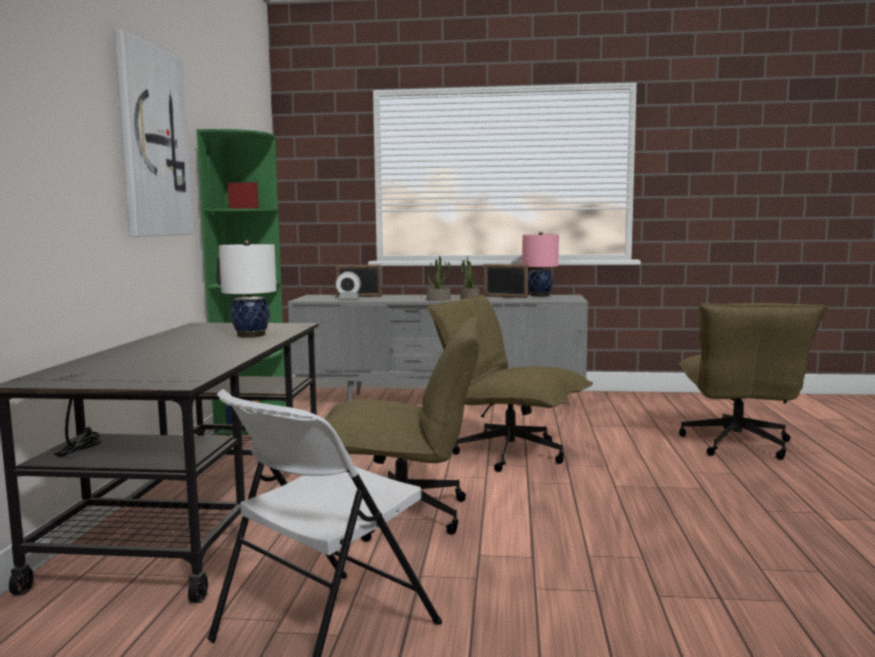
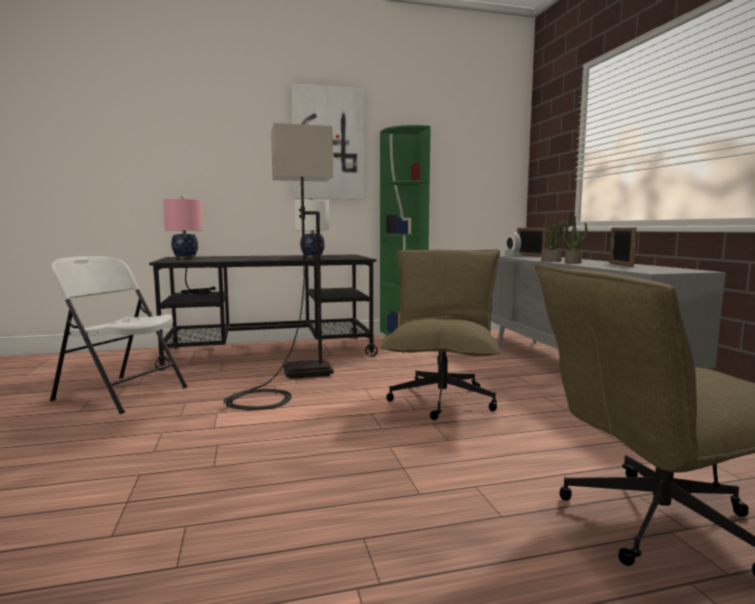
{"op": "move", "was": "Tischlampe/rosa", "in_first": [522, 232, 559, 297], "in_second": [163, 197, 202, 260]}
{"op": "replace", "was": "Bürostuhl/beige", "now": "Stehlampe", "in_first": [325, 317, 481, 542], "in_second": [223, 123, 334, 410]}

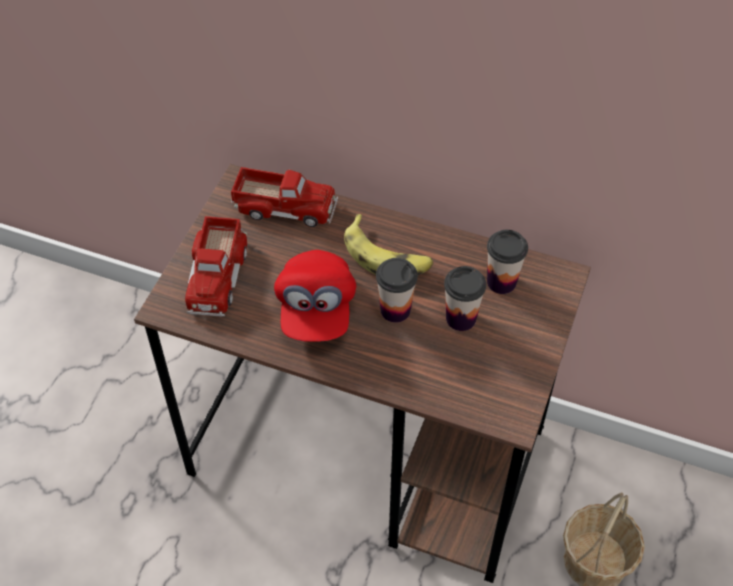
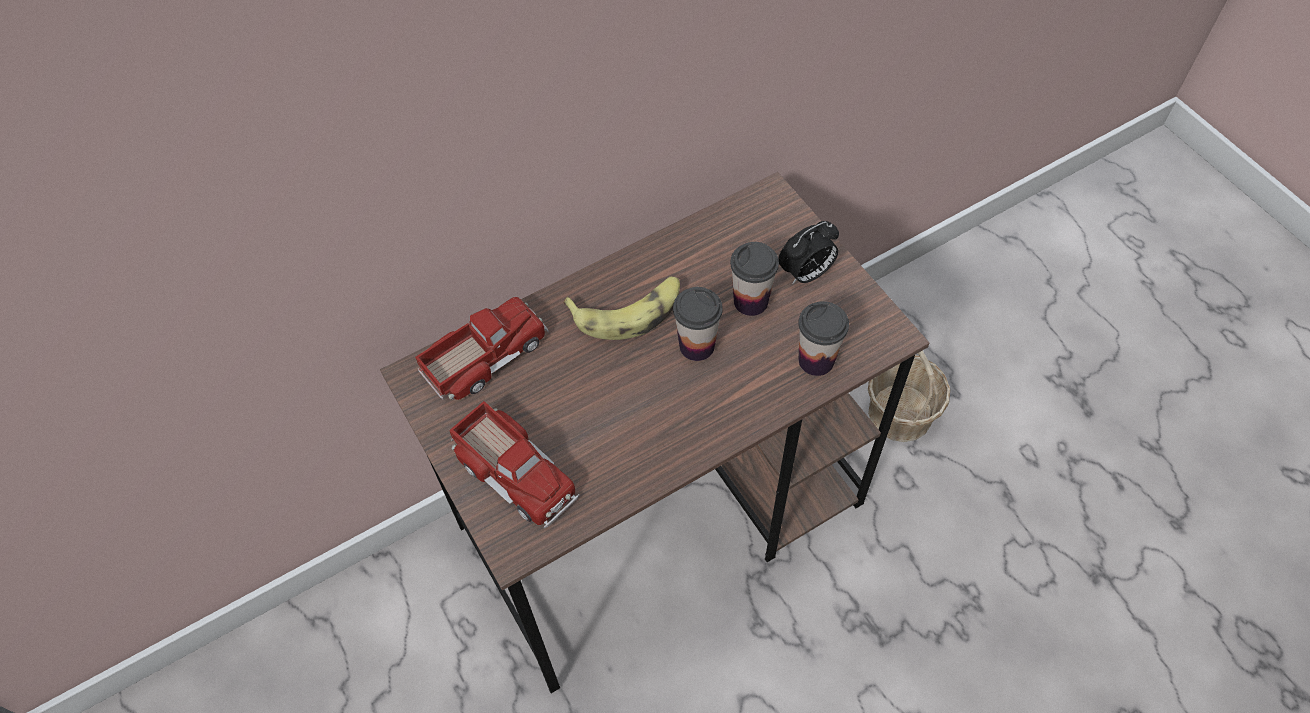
{"op": "insert", "now": "Wecker", "in_second": [778, 221, 839, 285]}
{"op": "move", "was": "Tasse", "in_first": [487, 230, 528, 294], "in_second": [798, 301, 849, 376]}
{"op": "delete", "was": "Kappe/rot", "in_first": [274, 250, 356, 342]}

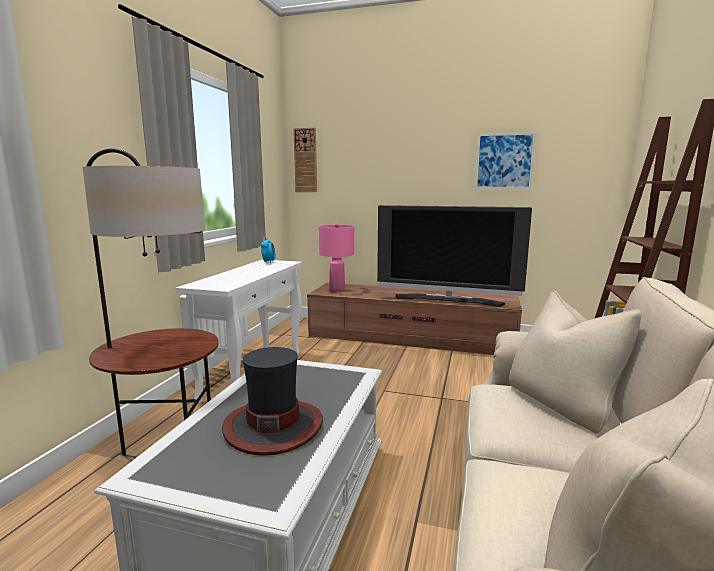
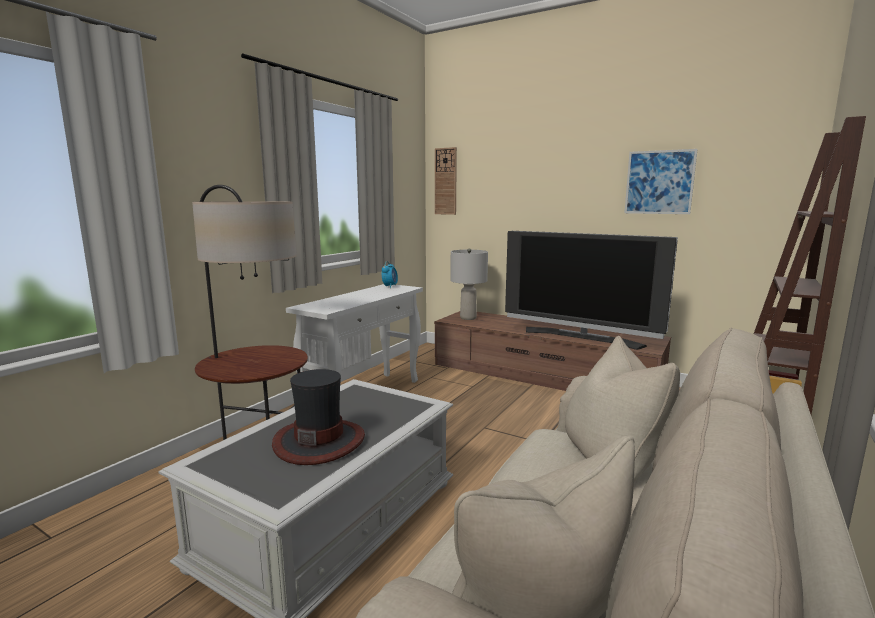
{"op": "recolor", "was": "Tischlampe/rosa", "now": "Tischlampe/grau", "in_first": [319, 223, 354, 291], "in_second": [450, 248, 488, 320]}

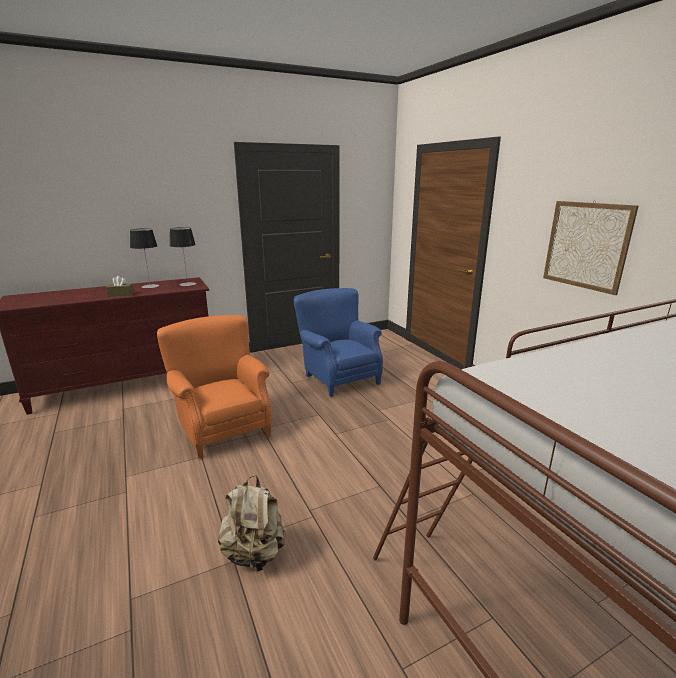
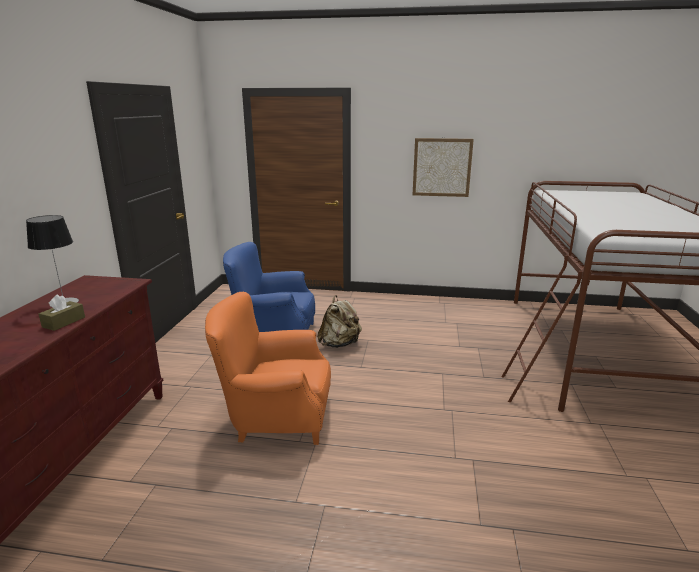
{"op": "move", "was": "Rucksack/beige", "in_first": [218, 475, 285, 571], "in_second": [317, 295, 362, 348]}
{"op": "delete", "was": "Tischlampe", "in_first": [170, 227, 196, 286]}

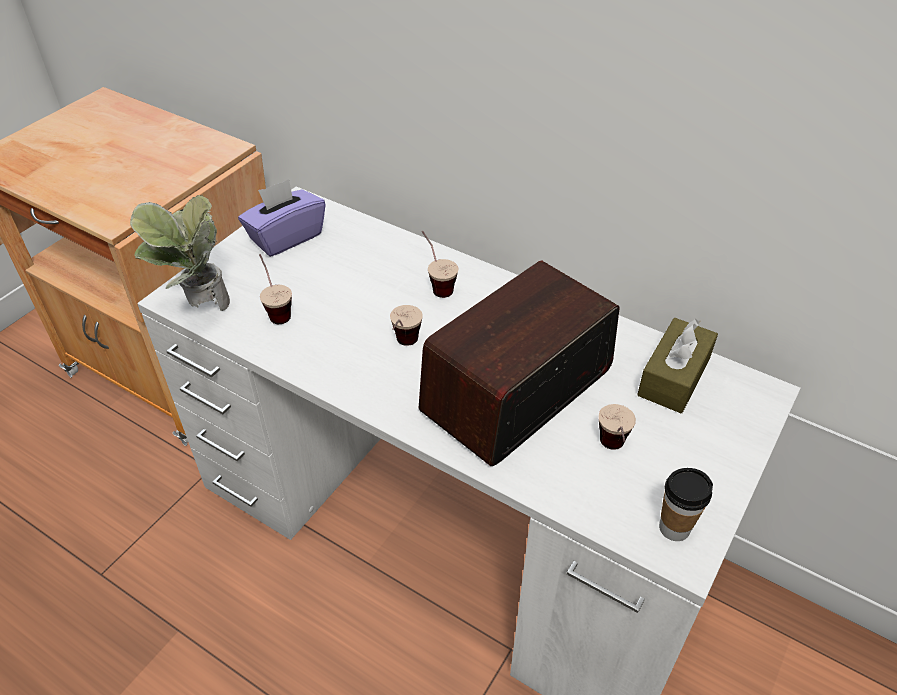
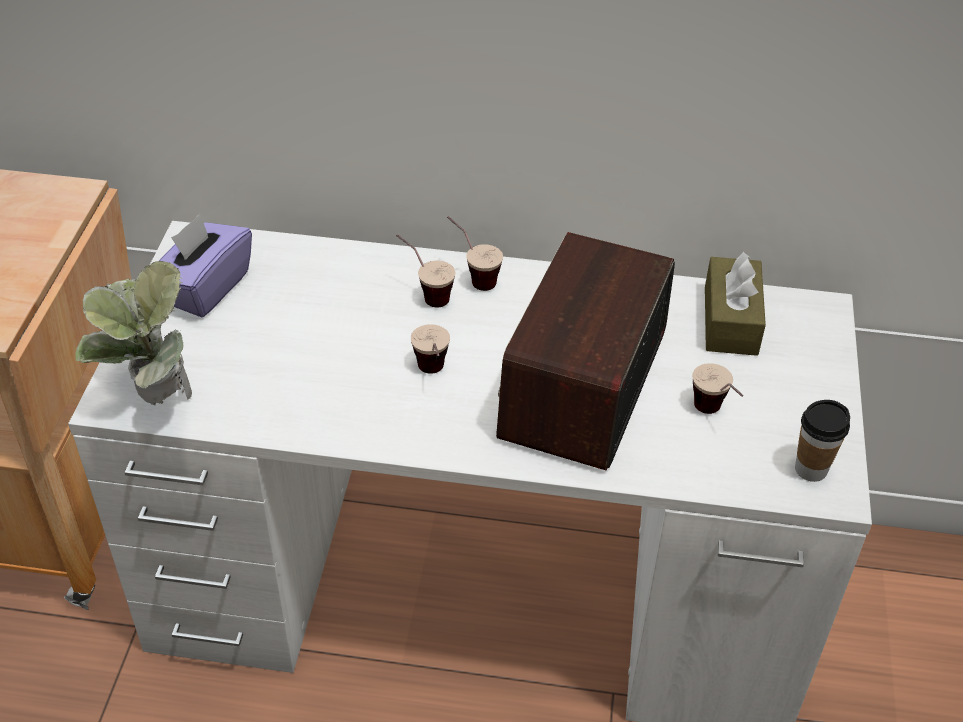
{"op": "move", "was": "Tasse", "in_first": [259, 254, 292, 324], "in_second": [447, 216, 503, 291]}

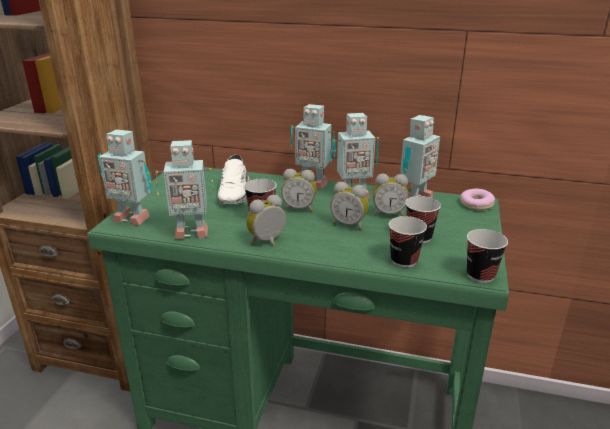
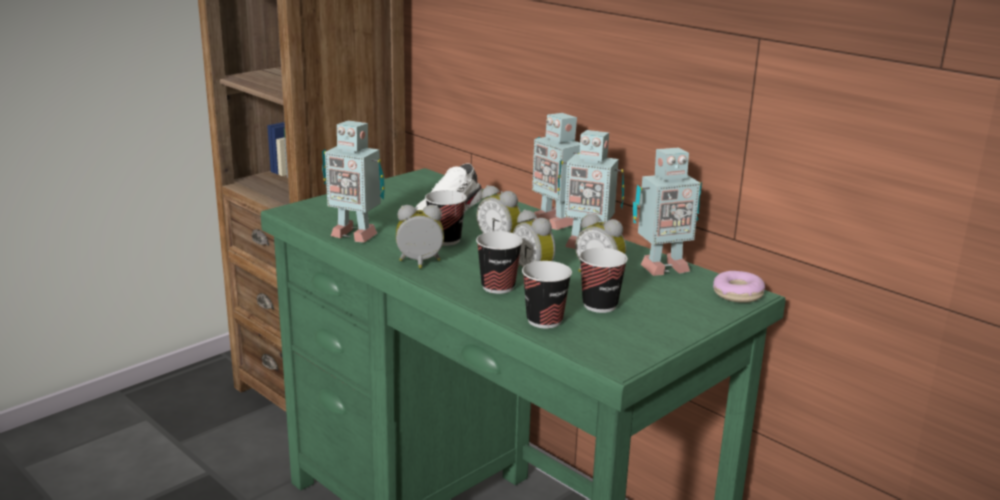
{"op": "move", "was": "Tasse", "in_first": [467, 229, 508, 283], "in_second": [476, 231, 523, 294]}
{"op": "delete", "was": "Spielzeugroboter", "in_first": [98, 129, 152, 225]}

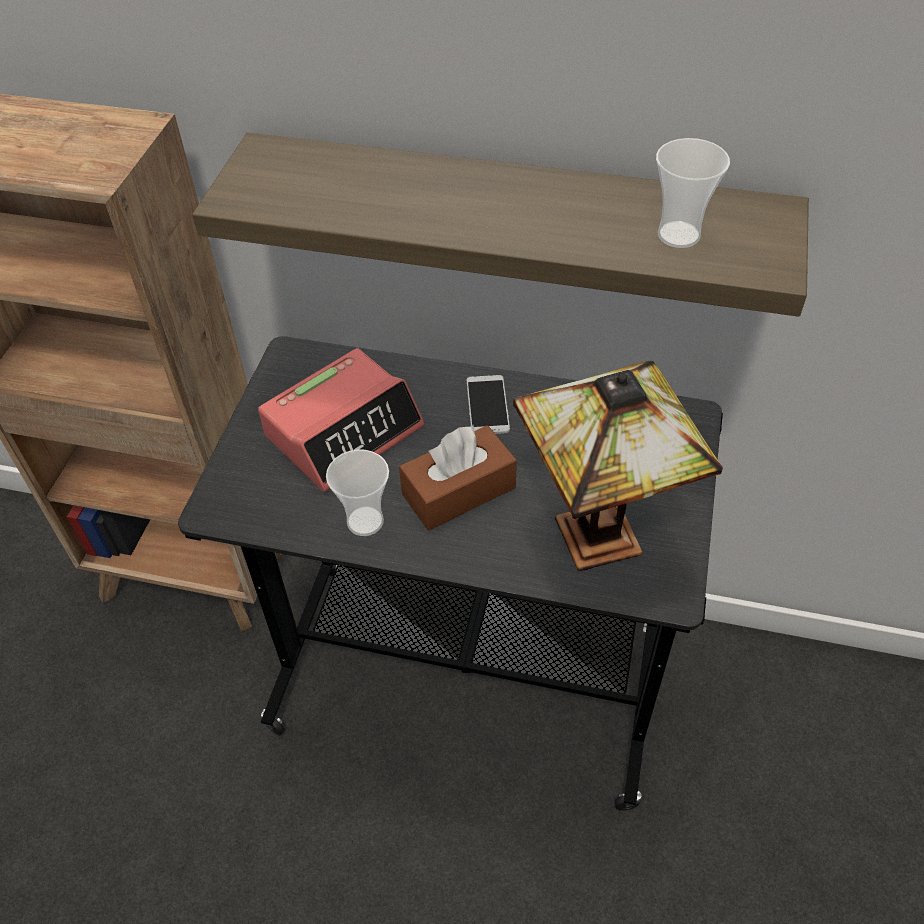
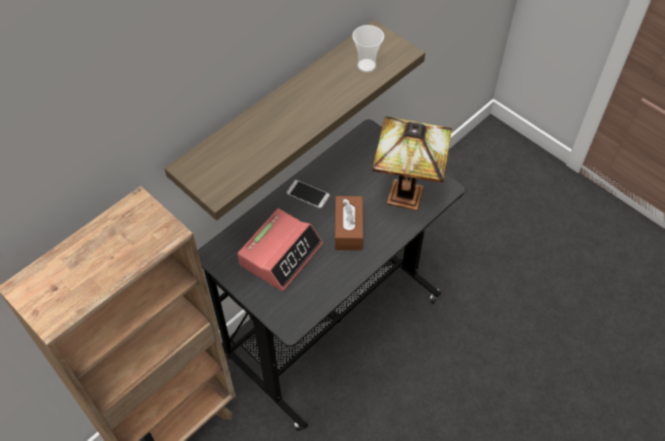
{"op": "rotate", "was": "Wecker", "in_first": [258, 348, 424, 492], "in_second": [238, 209, 323, 291], "clockwise": 45}
{"op": "delete", "was": "Tasse", "in_first": [326, 449, 389, 536]}

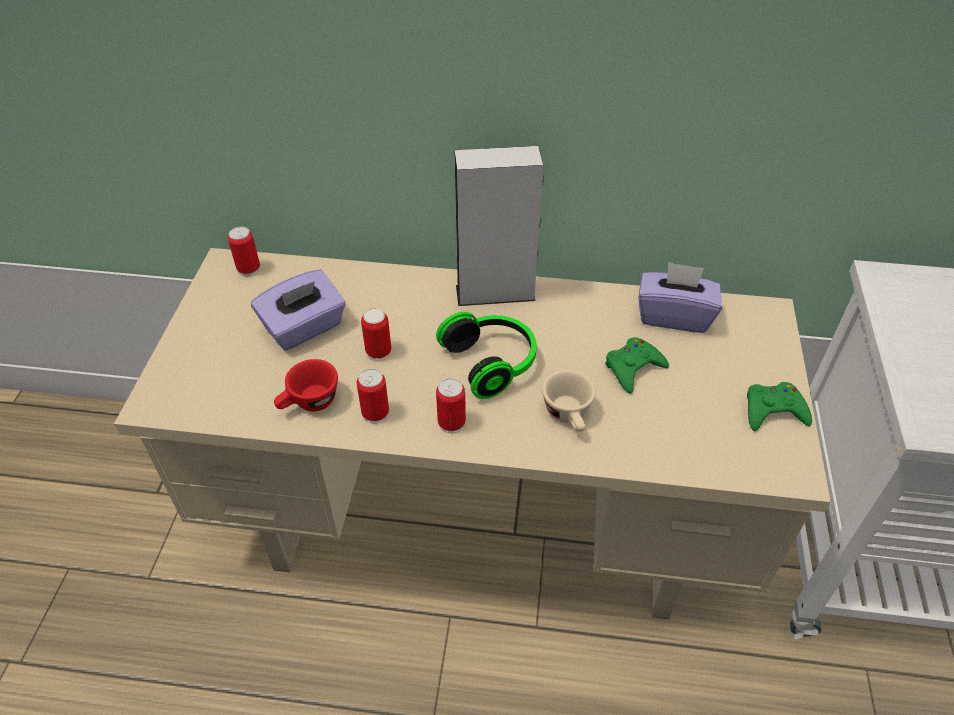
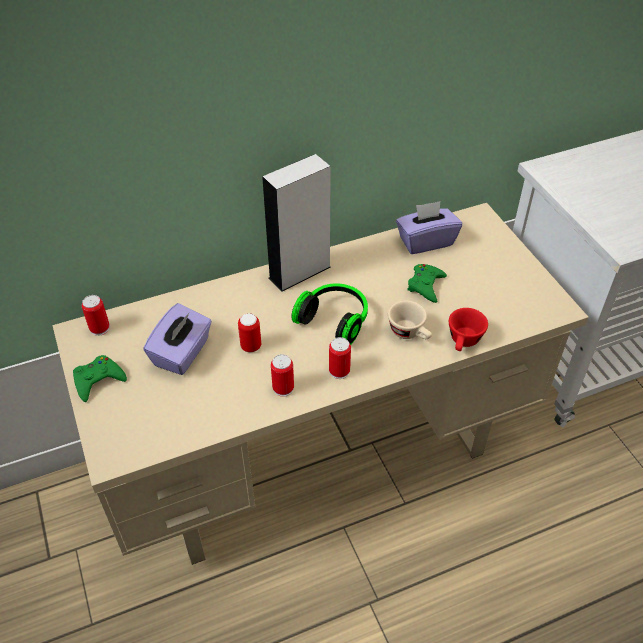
{"op": "move", "was": "Gamepad/grün", "in_first": [747, 382, 812, 431], "in_second": [73, 355, 127, 402]}
{"op": "move", "was": "Tasse/rot", "in_first": [274, 359, 338, 411], "in_second": [449, 308, 488, 351]}

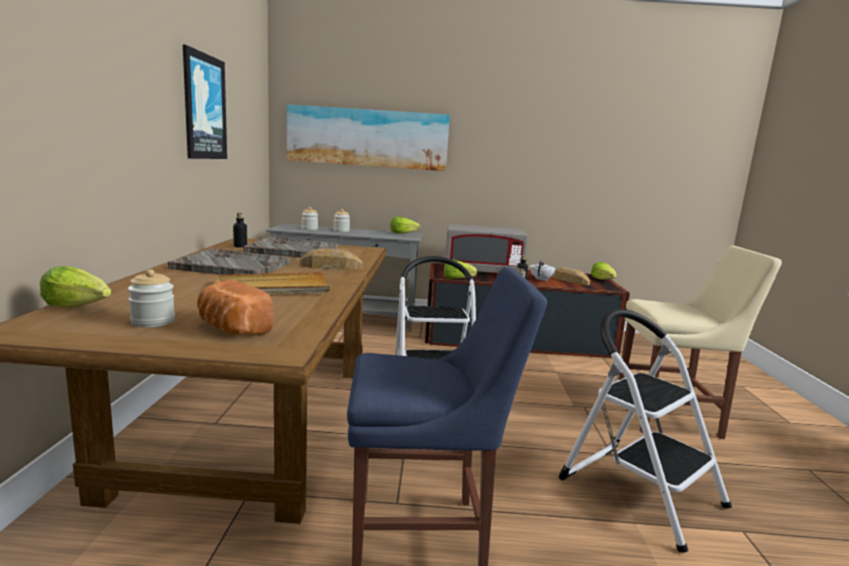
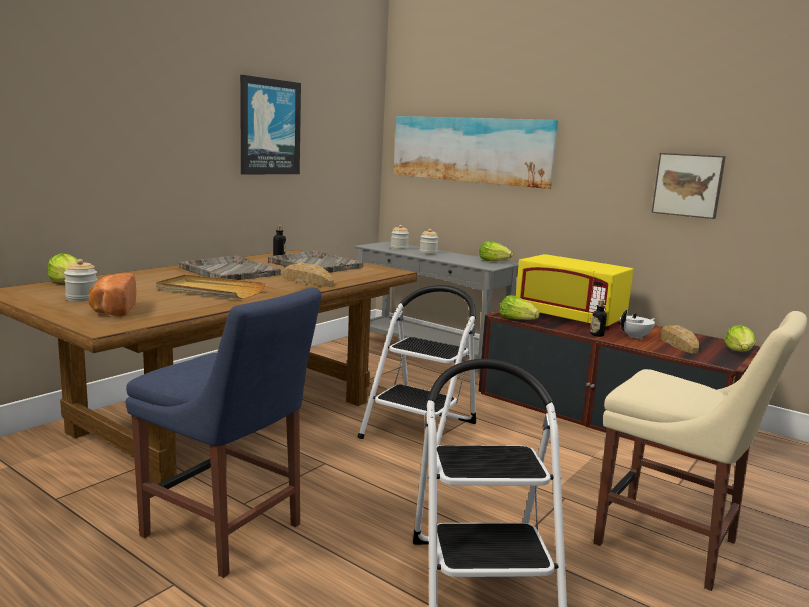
{"op": "recolor", "was": "Mikrowelle/grau", "now": "Mikrowelle/gelb", "in_first": [445, 224, 528, 273], "in_second": [516, 254, 634, 330]}
{"op": "insert", "now": "Bild", "in_second": [652, 153, 726, 219]}

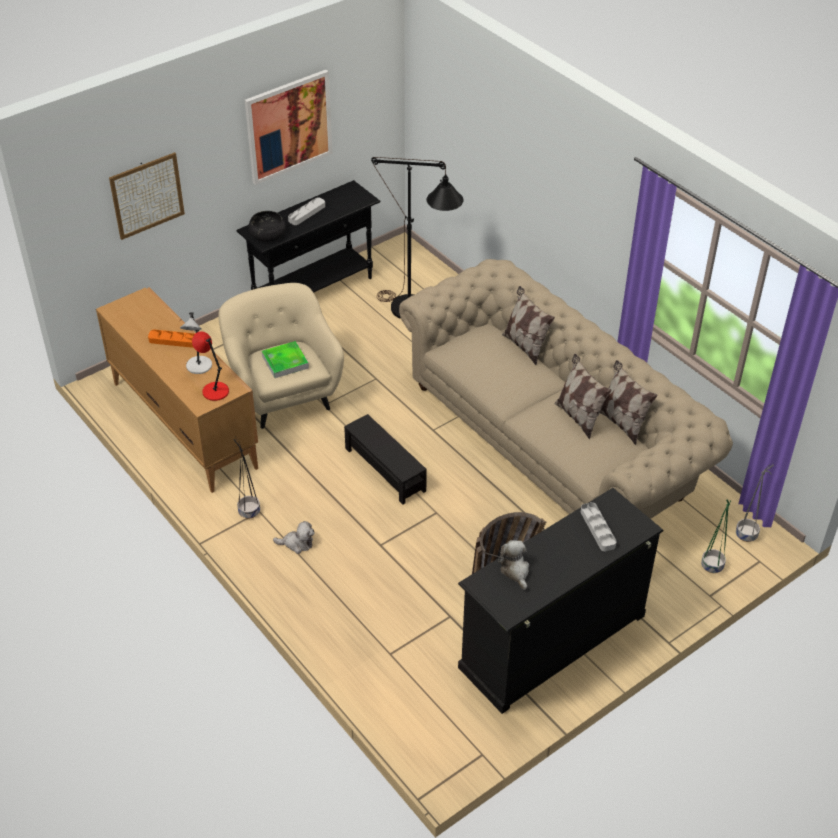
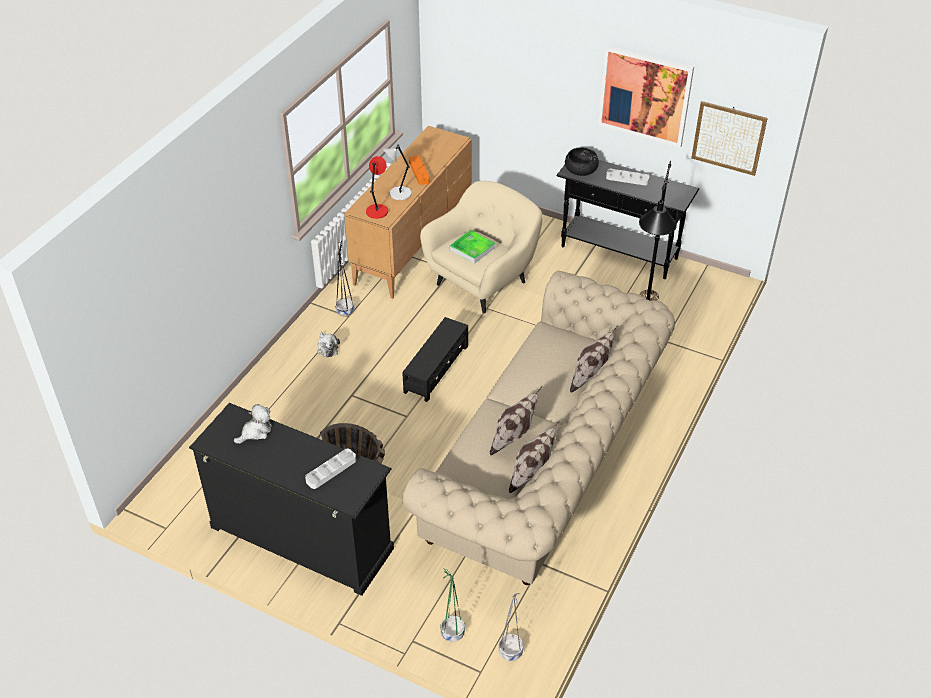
{"op": "move", "was": "Bild", "in_first": [109, 152, 185, 240], "in_second": [691, 101, 768, 176]}

